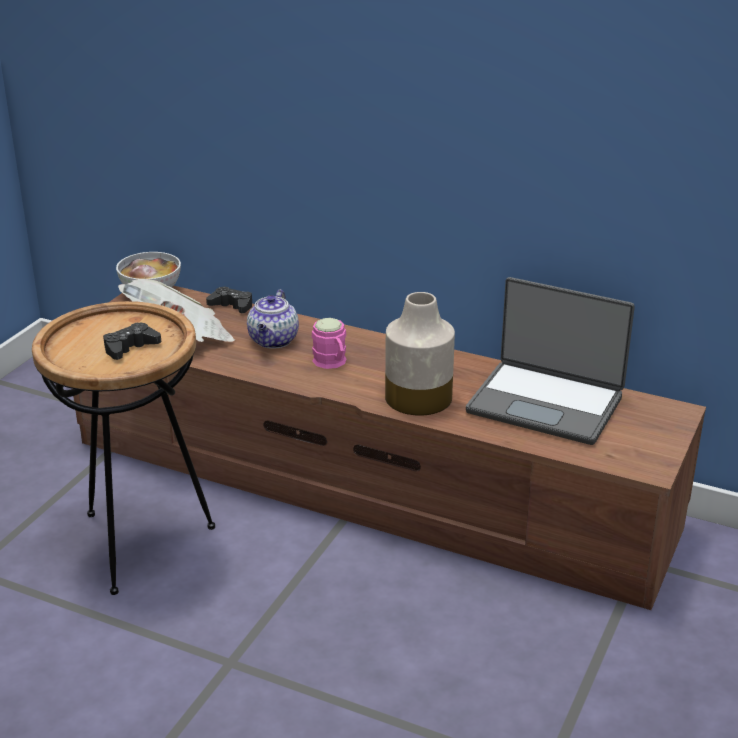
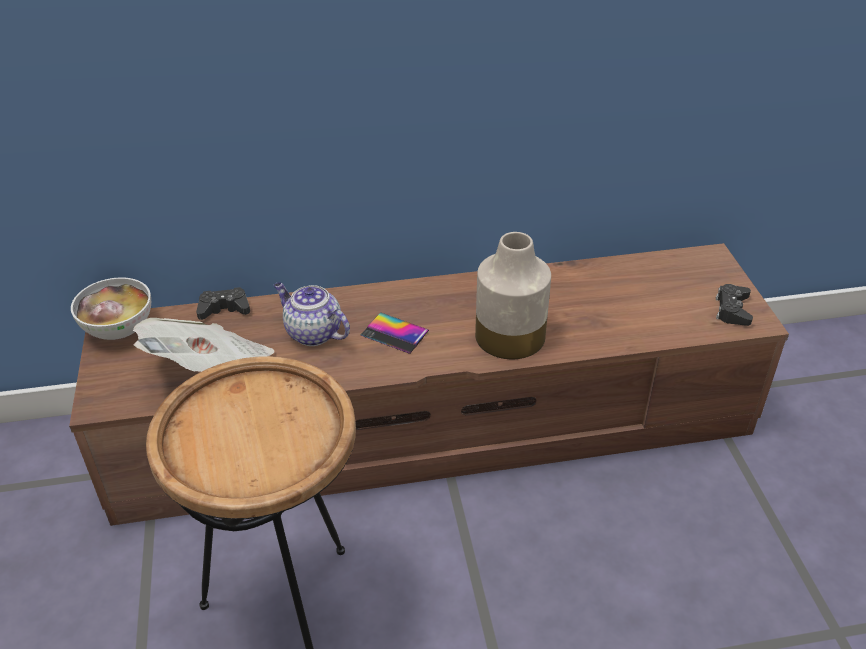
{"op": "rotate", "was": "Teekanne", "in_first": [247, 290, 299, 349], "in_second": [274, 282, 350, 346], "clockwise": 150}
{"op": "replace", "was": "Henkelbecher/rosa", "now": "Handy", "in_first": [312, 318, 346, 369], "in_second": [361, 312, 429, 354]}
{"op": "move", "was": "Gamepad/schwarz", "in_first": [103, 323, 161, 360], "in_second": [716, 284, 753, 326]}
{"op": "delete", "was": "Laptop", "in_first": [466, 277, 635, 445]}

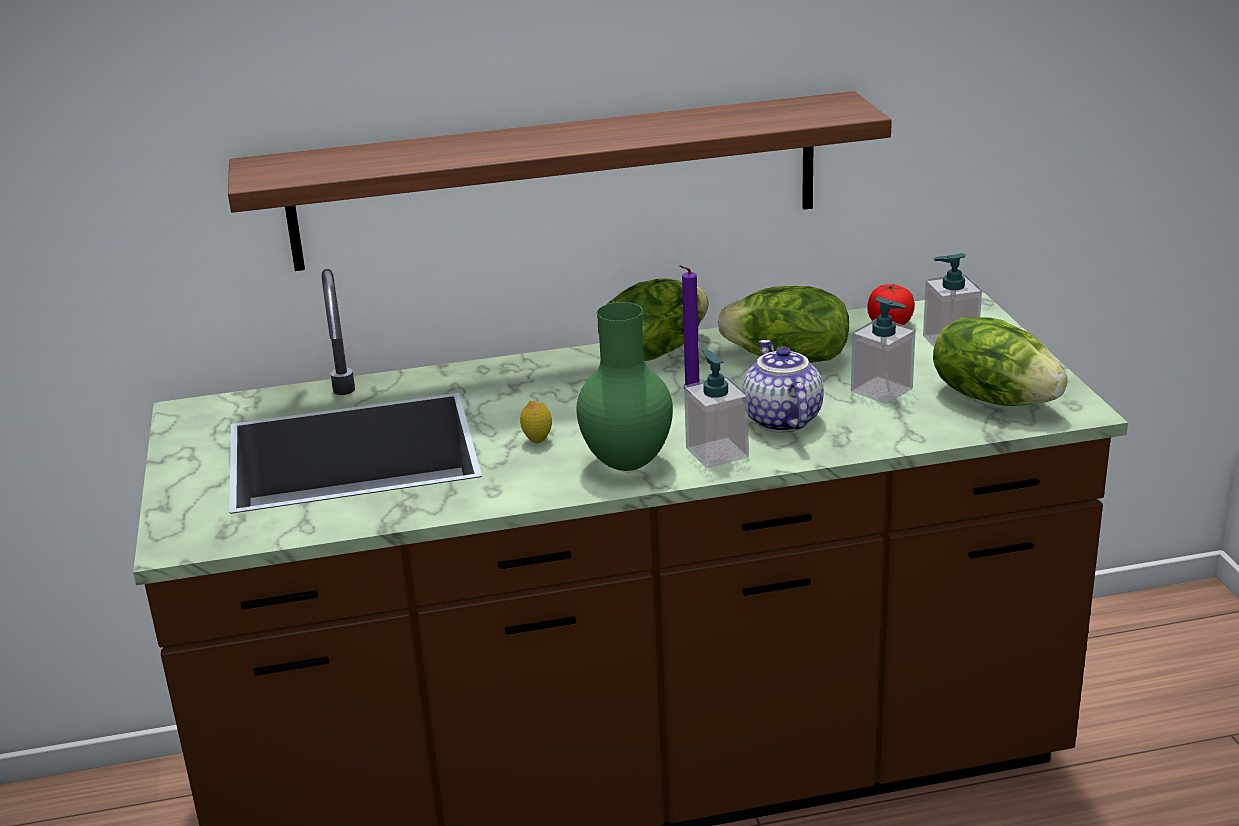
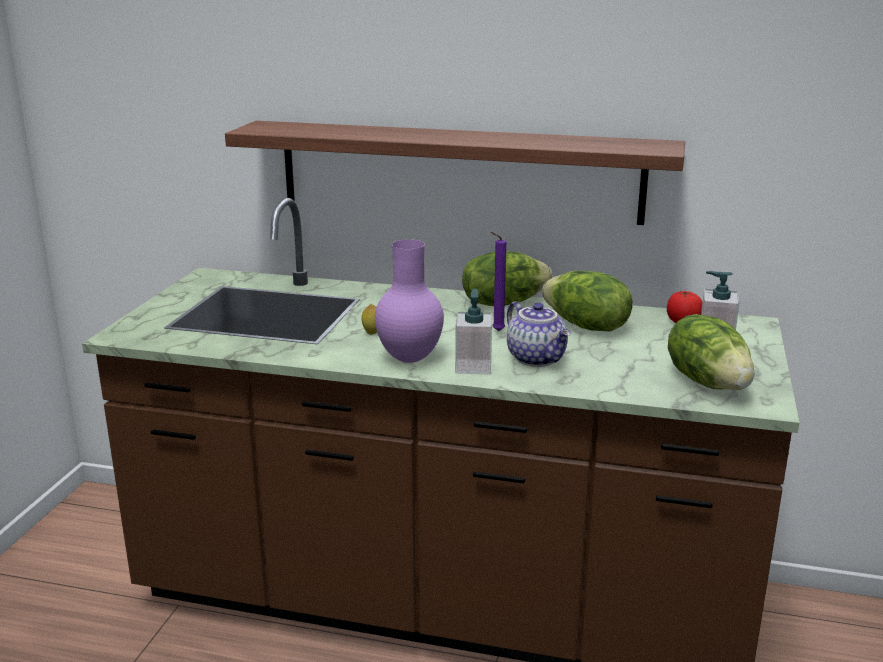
{"op": "recolor", "was": "Vase/grün", "now": "Vase/lila", "in_first": [576, 302, 673, 471], "in_second": [375, 239, 444, 363]}
{"op": "rotate", "was": "Teekanne", "in_first": [742, 340, 824, 432], "in_second": [507, 301, 571, 367], "clockwise": 135}
{"op": "delete", "was": "Seifenspender", "in_first": [851, 297, 916, 404]}

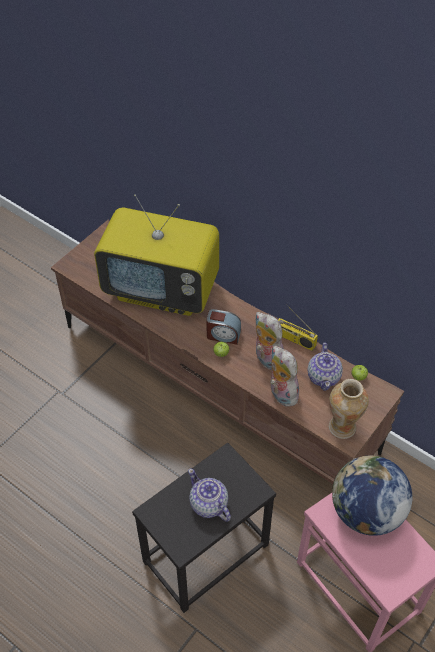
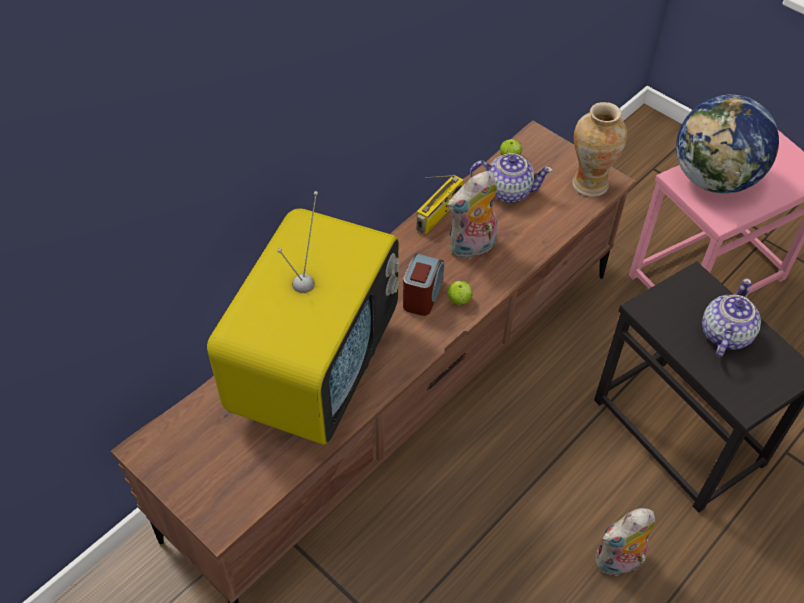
{"op": "move", "was": "Plüschtier", "in_first": [270, 346, 299, 407], "in_second": [596, 508, 655, 576]}
{"op": "rotate", "was": "Teekanne", "in_first": [188, 468, 231, 522], "in_second": [702, 278, 761, 357], "clockwise": 150}

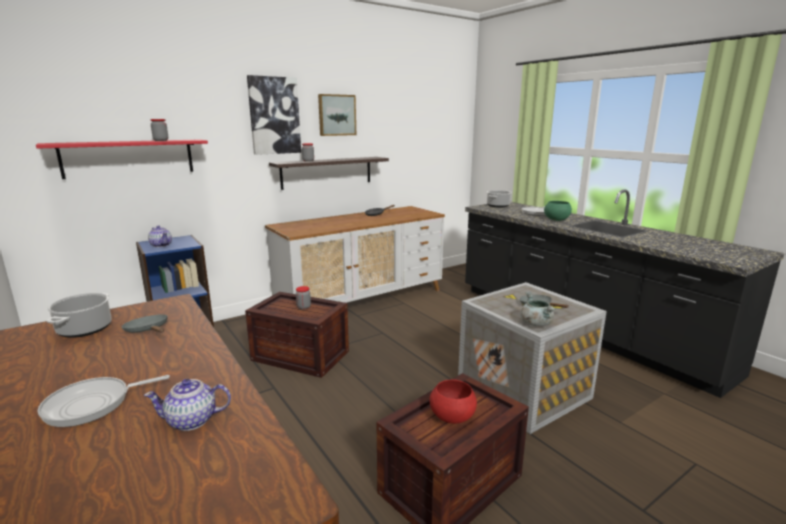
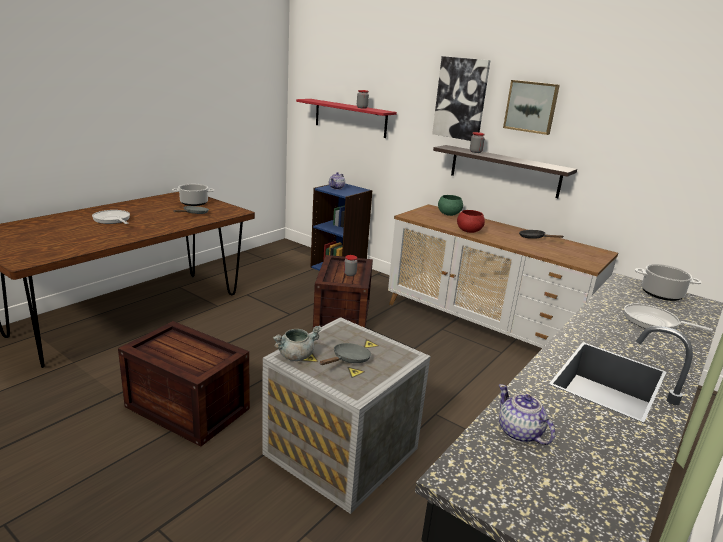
{"op": "move", "was": "Schüssel/grün", "in_first": [544, 201, 572, 221], "in_second": [438, 195, 463, 216]}
{"op": "move", "was": "Schüssel/rot", "in_first": [430, 379, 477, 424], "in_second": [457, 210, 485, 233]}
{"op": "move", "was": "Teekanne", "in_first": [144, 379, 231, 431], "in_second": [499, 384, 555, 445]}

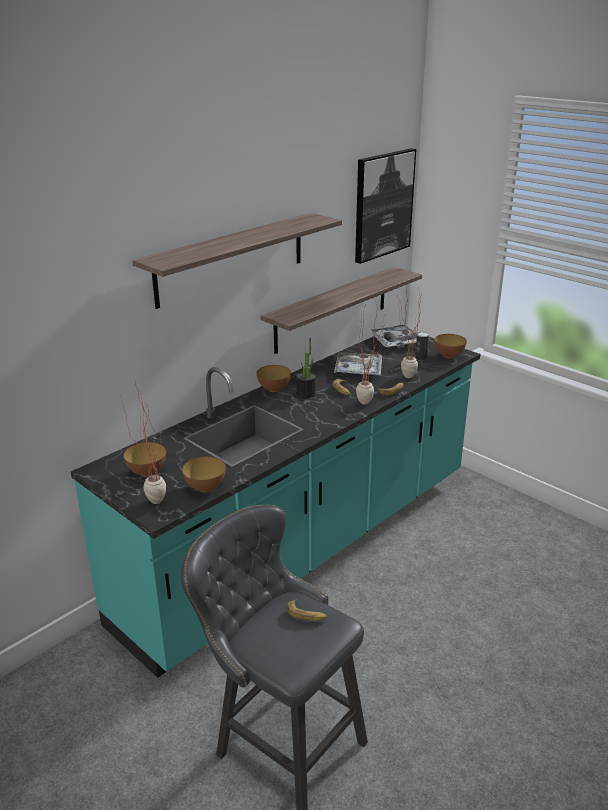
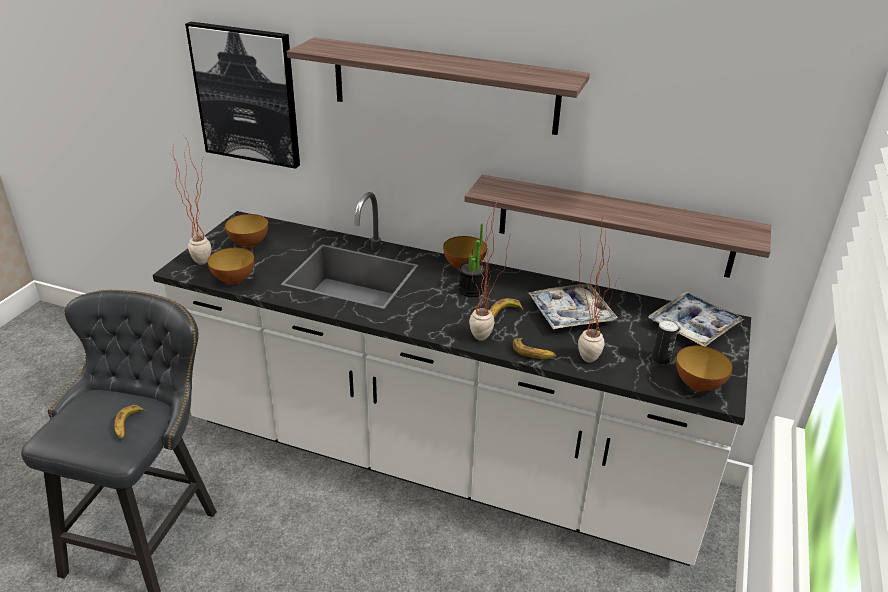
{"op": "recolor", "was": "Küchenzeile/türkis", "now": "Küchenzeile/weiß", "in_first": [71, 332, 480, 678], "in_second": [153, 192, 751, 566]}
{"op": "move", "was": "Bild", "in_first": [355, 148, 416, 264], "in_second": [185, 22, 300, 169]}

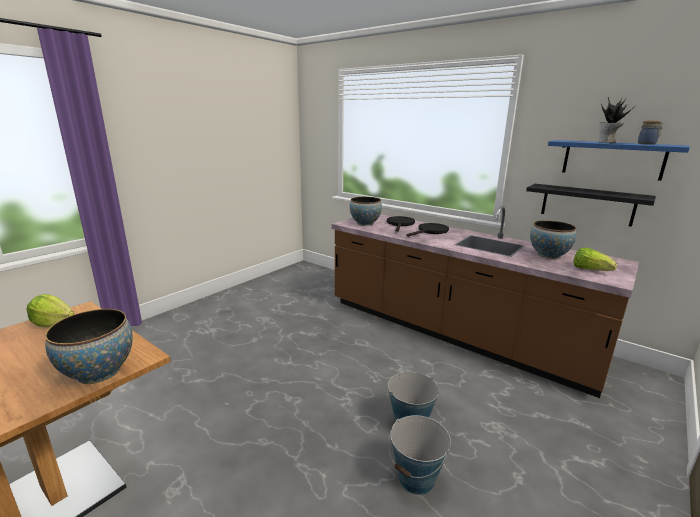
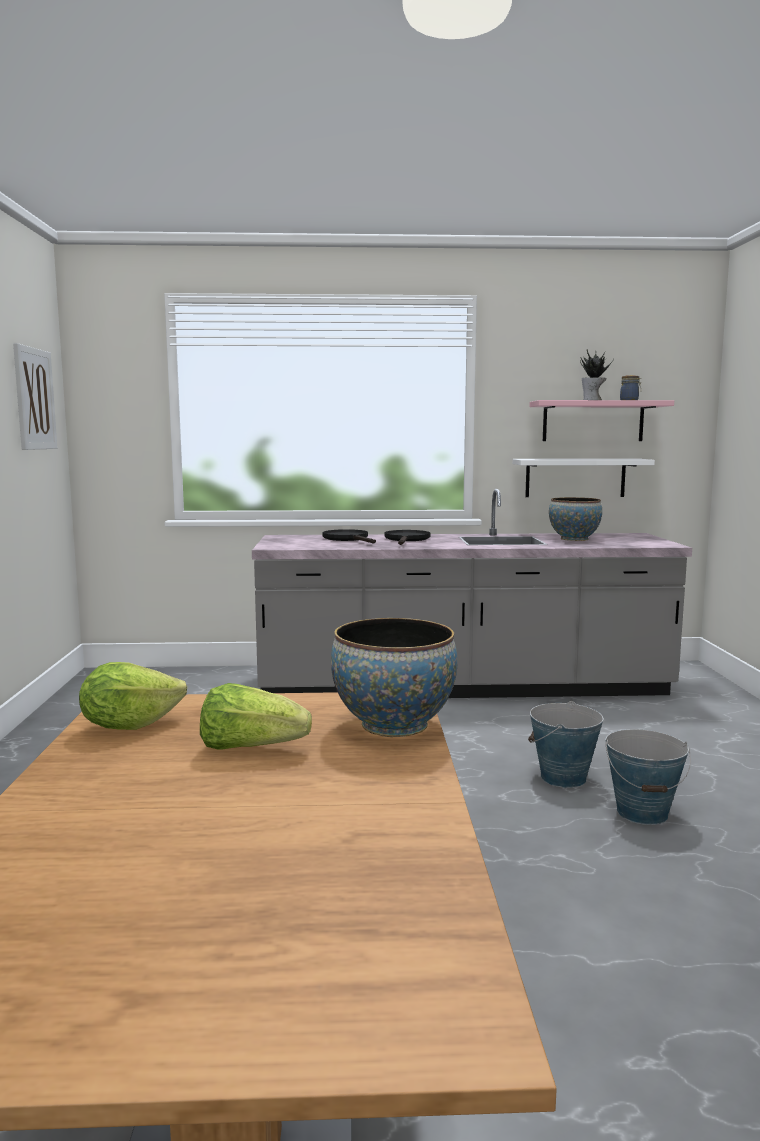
{"op": "insert", "now": "Bild", "in_second": [13, 343, 57, 450]}
{"op": "move", "was": "Salatkopf", "in_first": [573, 248, 617, 271], "in_second": [200, 683, 312, 750]}
{"op": "recolor", "was": "Küchenzeile/braun", "now": "Küchenzeile/grau", "in_first": [331, 206, 639, 398], "in_second": [252, 489, 692, 698]}
{"op": "recolor", "was": "Wandregal/schwarz", "now": "Wandregal/weiß", "in_first": [526, 184, 656, 227], "in_second": [512, 459, 655, 497]}
{"op": "recolor", "was": "Wandregal/blau", "now": "Wandregal/rosa", "in_first": [548, 140, 690, 181], "in_second": [529, 400, 674, 441]}
{"op": "delete", "was": "Schüssel", "in_first": [350, 197, 382, 226]}

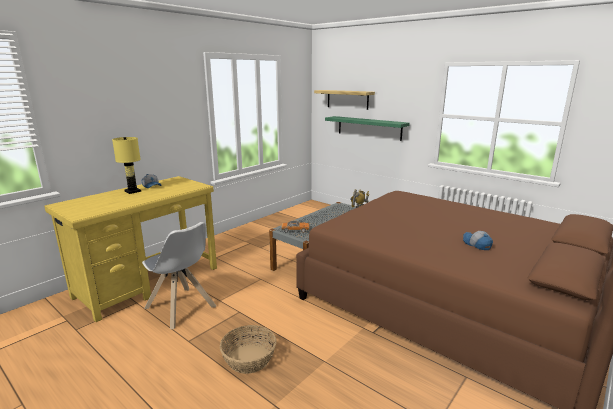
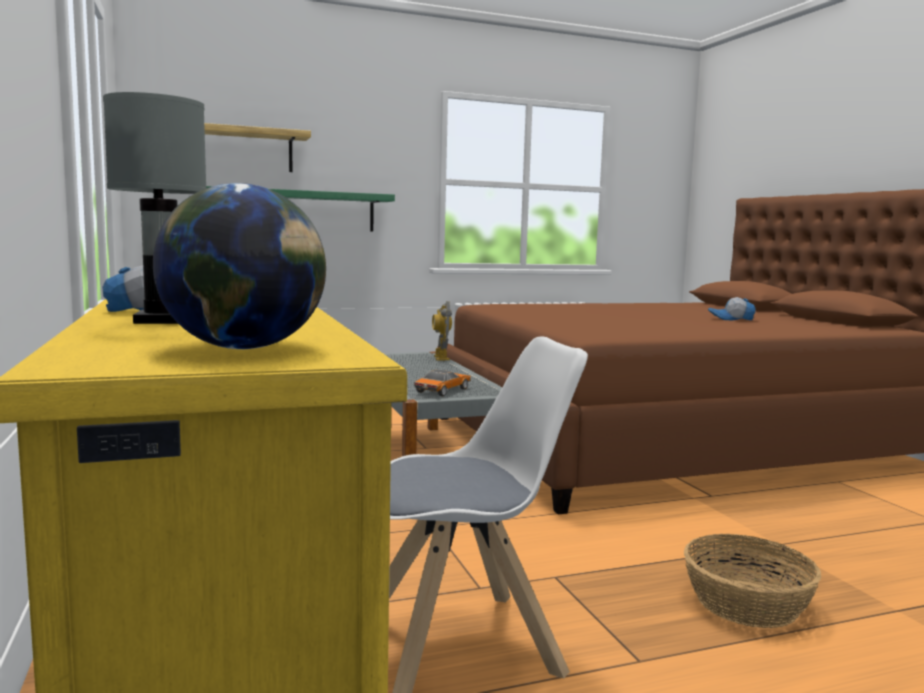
{"op": "recolor", "was": "Tischlampe/gelb", "now": "Tischlampe/grau", "in_first": [112, 137, 141, 194], "in_second": [103, 92, 206, 324]}
{"op": "insert", "now": "Globus", "in_second": [153, 183, 326, 349]}

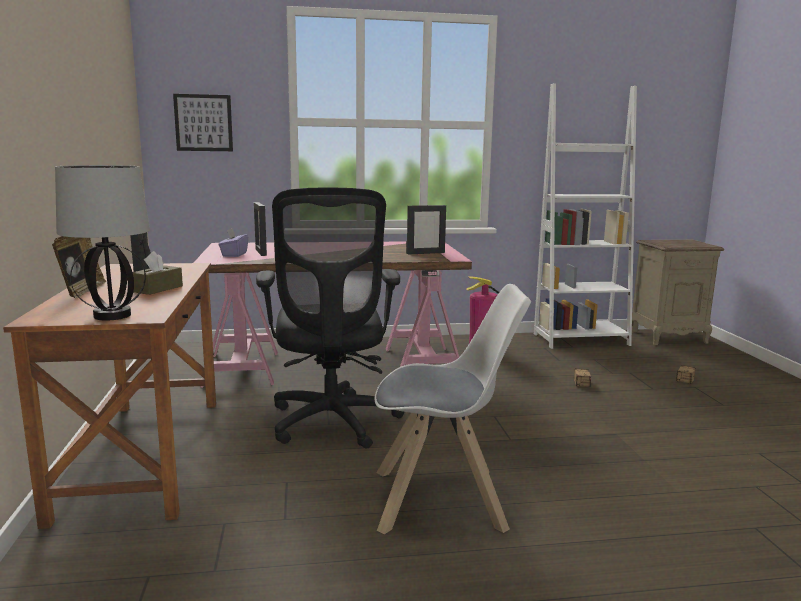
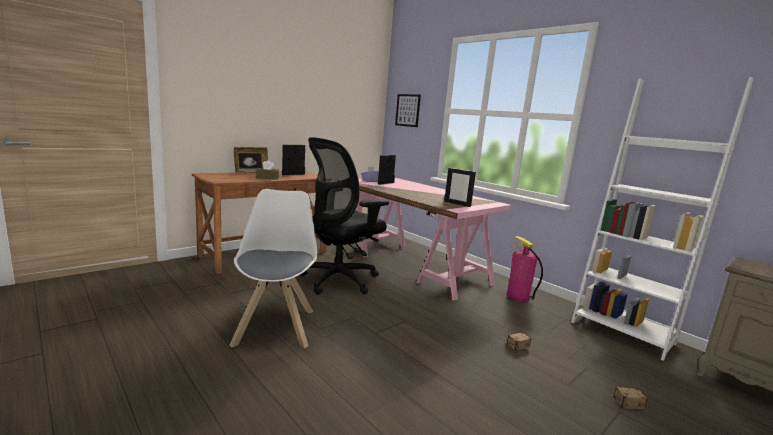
{"op": "rotate", "was": "Stuhl", "in_first": [374, 284, 531, 534], "in_second": [229, 189, 317, 348], "clockwise": -150}
{"op": "delete", "was": "Tischlampe", "in_first": [55, 165, 150, 321]}

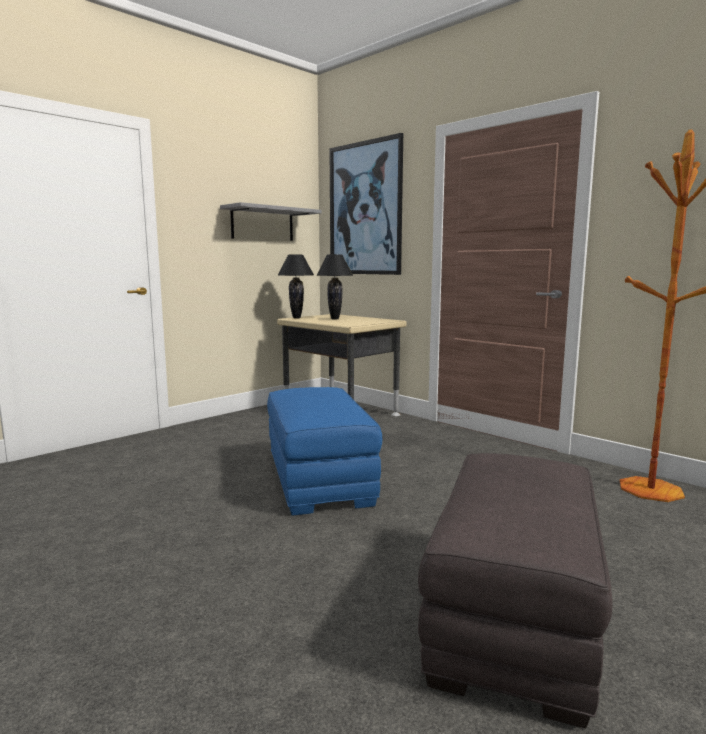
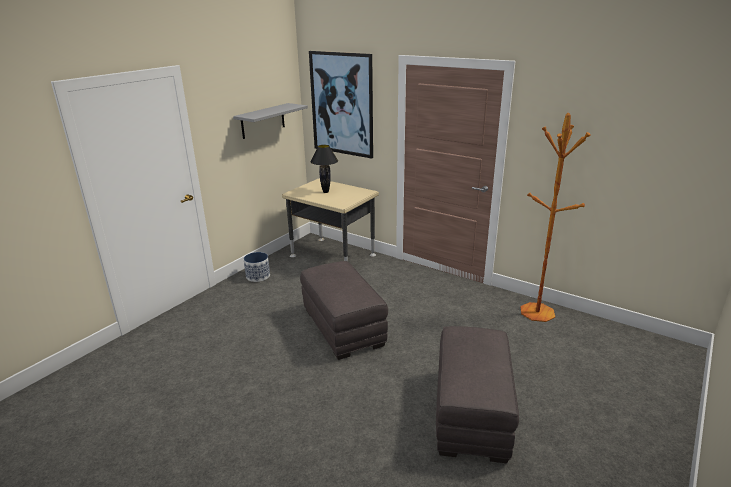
{"op": "insert", "now": "Pflanzkübel", "in_second": [244, 252, 270, 282]}
{"op": "recolor", "was": "Polsterhocker/blau", "now": "Polsterhocker/grau", "in_first": [267, 387, 382, 516], "in_second": [300, 261, 388, 360]}
{"op": "delete", "was": "Tischlampe/schwarz", "in_first": [278, 255, 314, 319]}

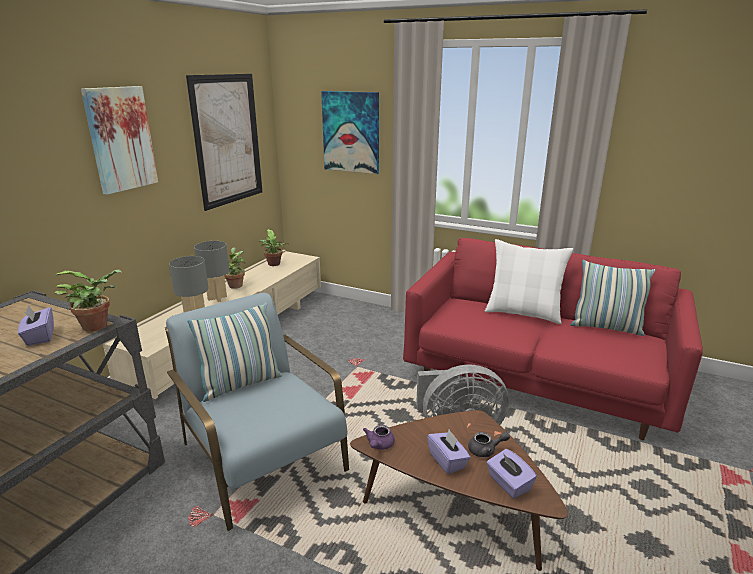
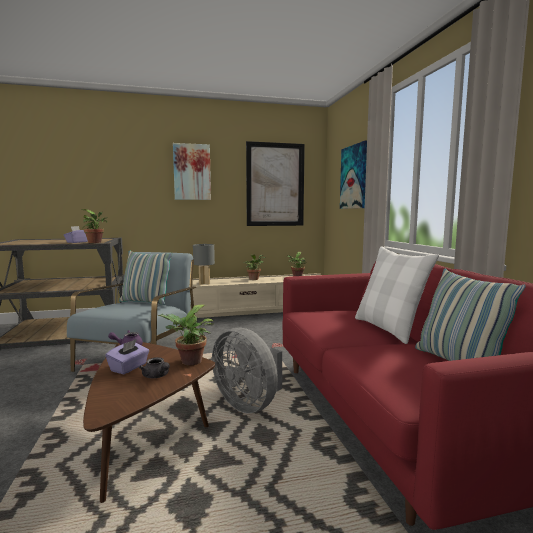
{"op": "insert", "now": "Topfpflanze", "in_second": [158, 305, 214, 365]}
{"op": "delete", "was": "Tischlampe/grau", "in_first": [194, 241, 230, 302]}
{"op": "delete", "was": "Taschentuchbox/lila", "in_first": [487, 449, 537, 498]}

